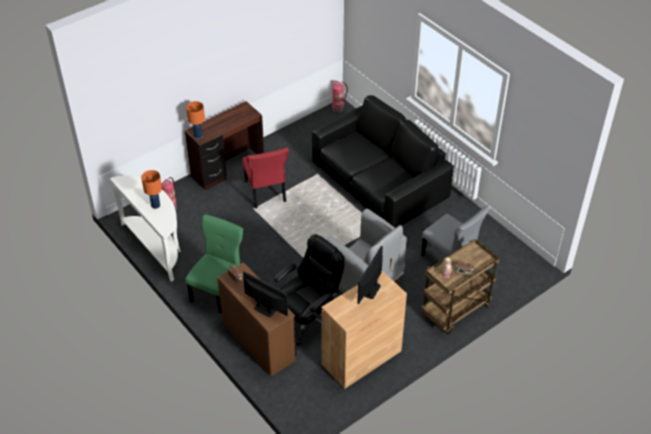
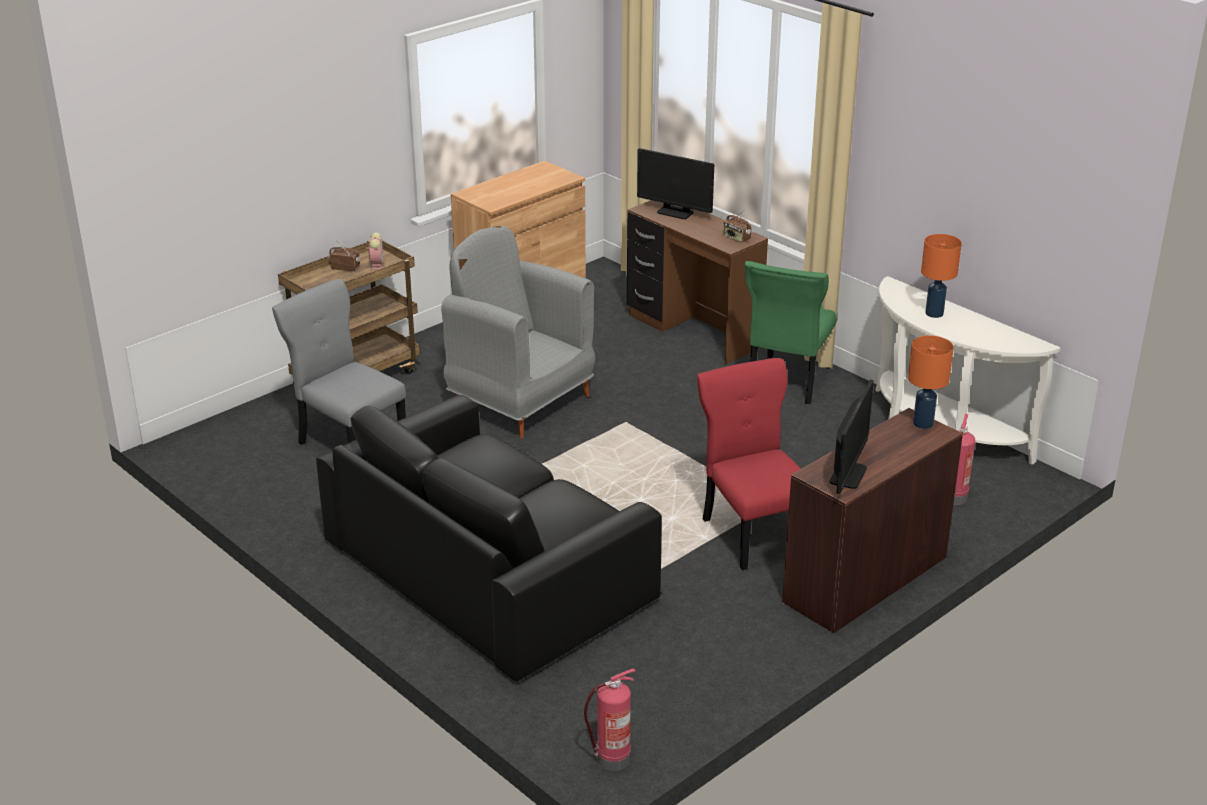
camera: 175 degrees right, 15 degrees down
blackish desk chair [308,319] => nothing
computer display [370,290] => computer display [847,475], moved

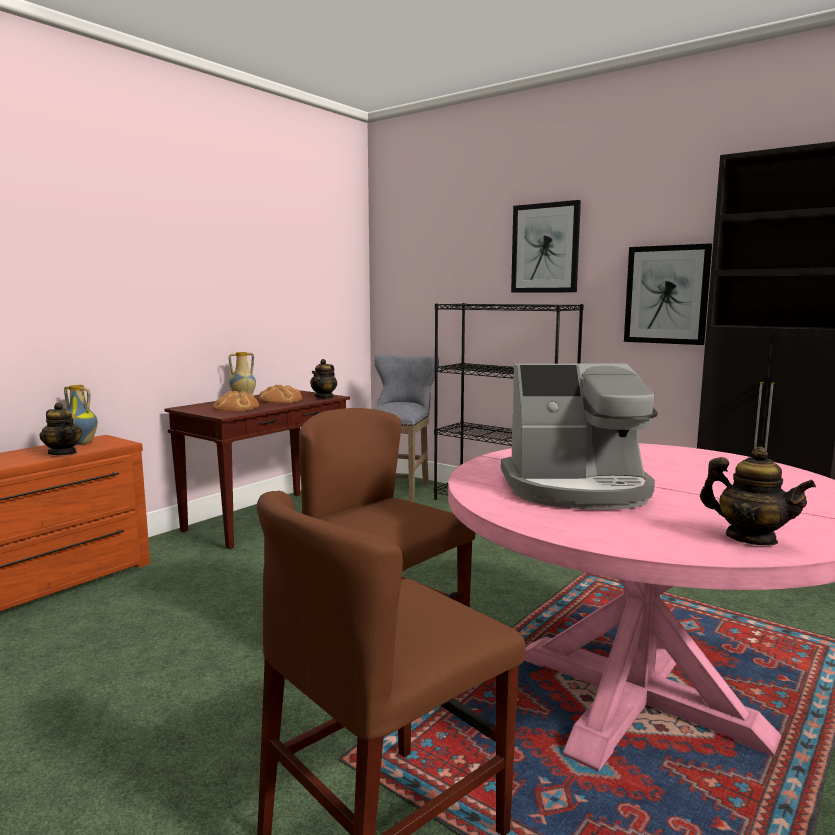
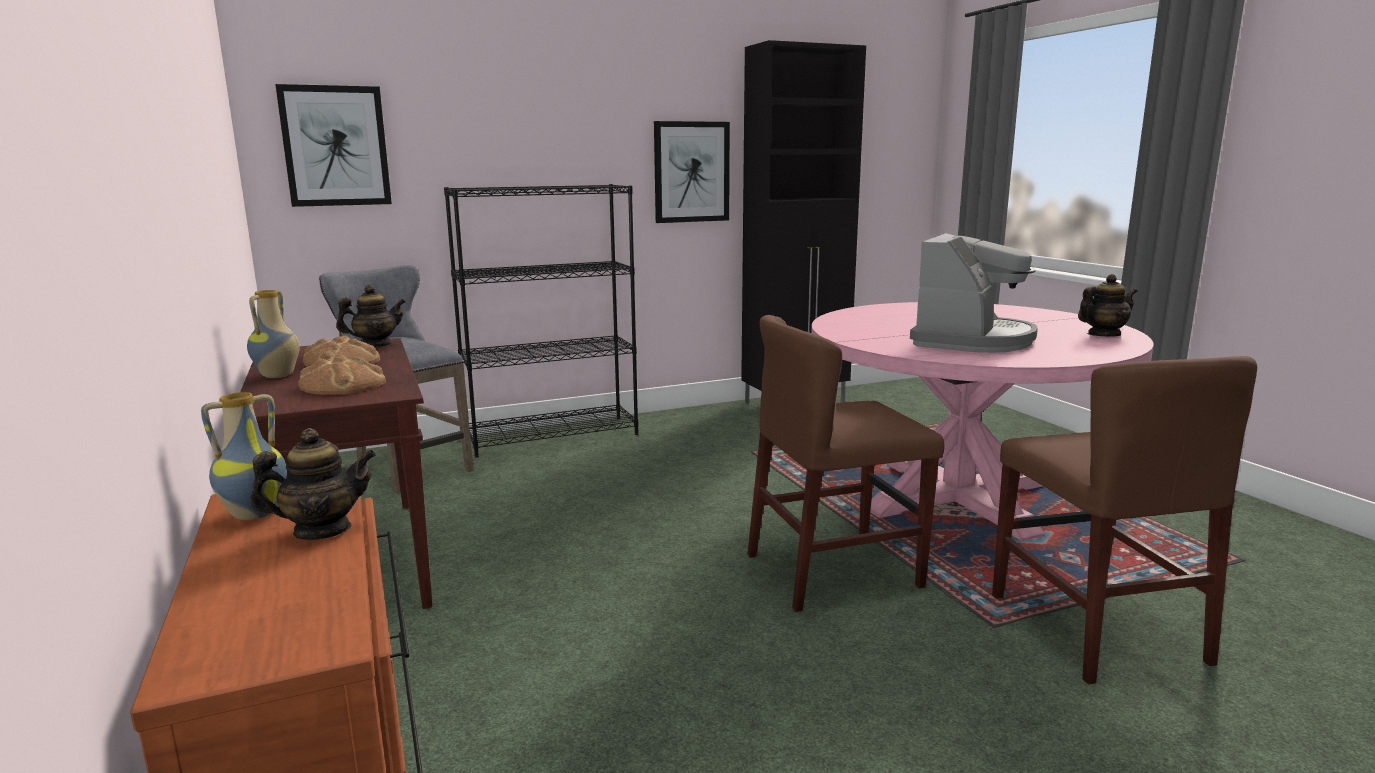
camera: 60 degrees left, 5 degrees up
wall art [545,248] => wall art [335,146], moved
tea pot [324,397] => tea pot [375,345], 75 degrees counterclockwise

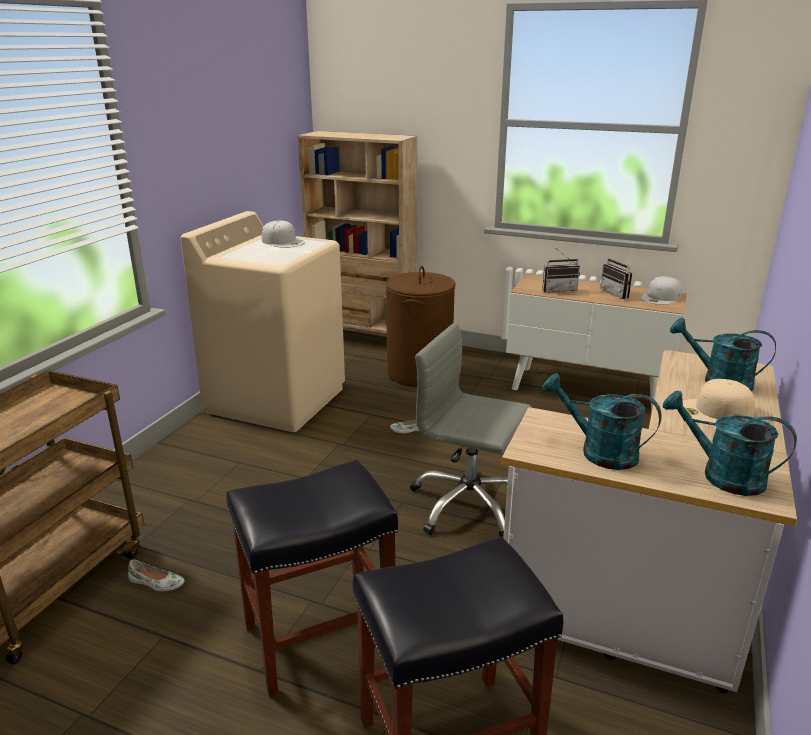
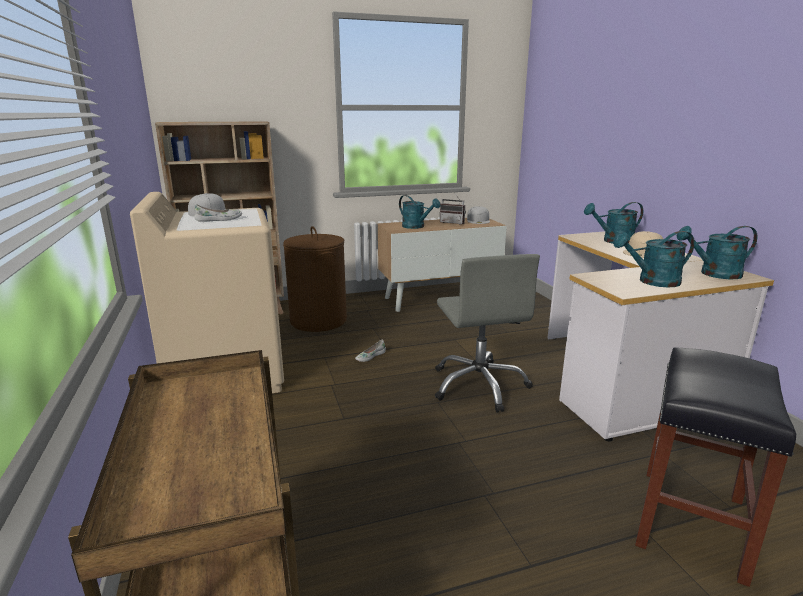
camera: 40 degrees left, 5 degrees down
blackish stool seat [317,639] => nothing
white shoe [156,583] => white shoe [219,219], moved
radio receiver [558,289] => turquoise sprinkling can [416,227]
gray desk chair [468,505] => gray desk chair [479,385], 90 degrees counterclockwise

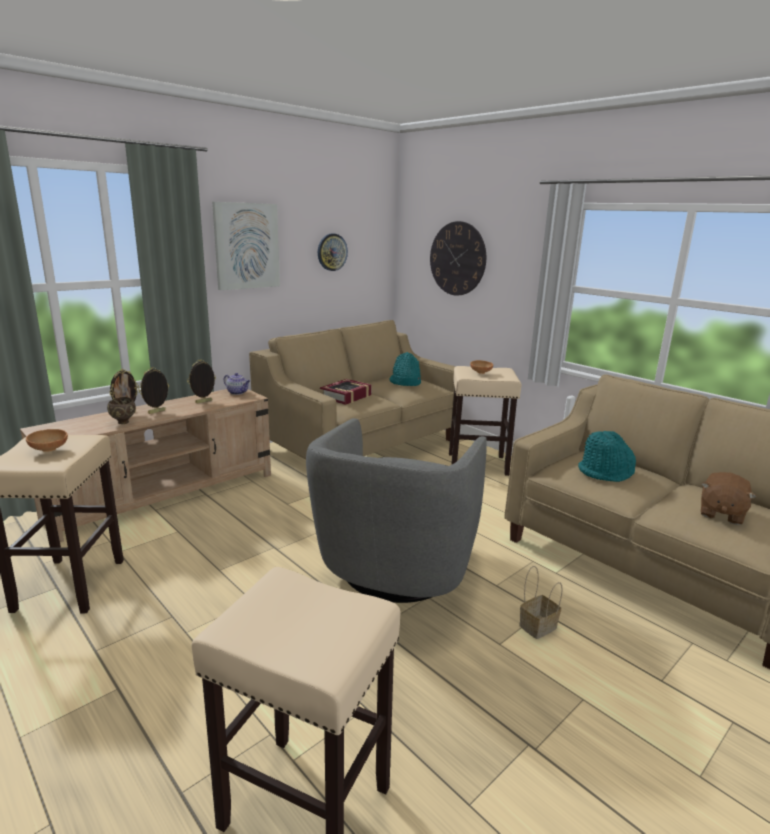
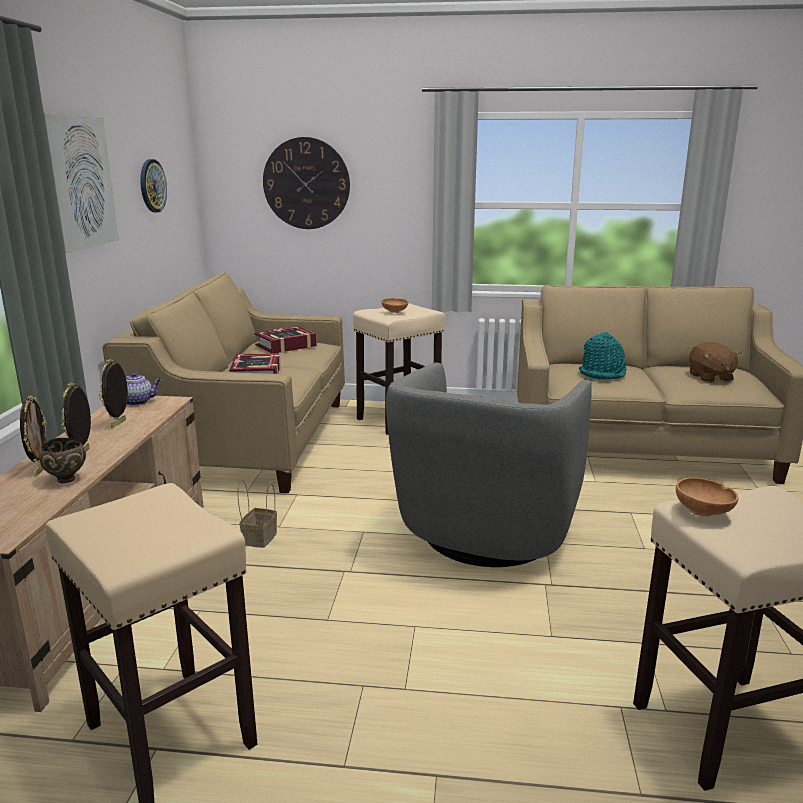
camera: 40 degrees left, 0 degrees up
brown-coloured deep dish [49,450] => brown-coloured deep dish [704,513], moved
storage basket [538,626] => storage basket [259,537], moved
turquoise wearable hat [405,382] => bound book [286,346]
gray easy chair [396,569] => gray easy chair [486,534], 45 degrees clockwise

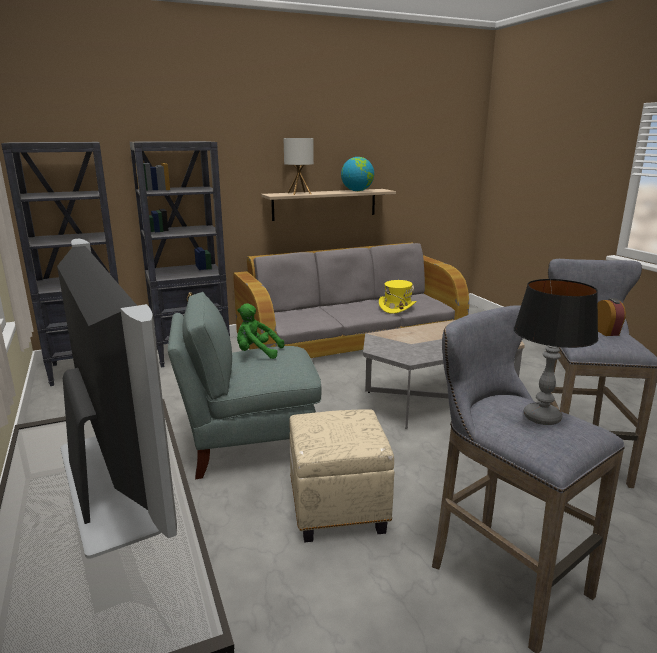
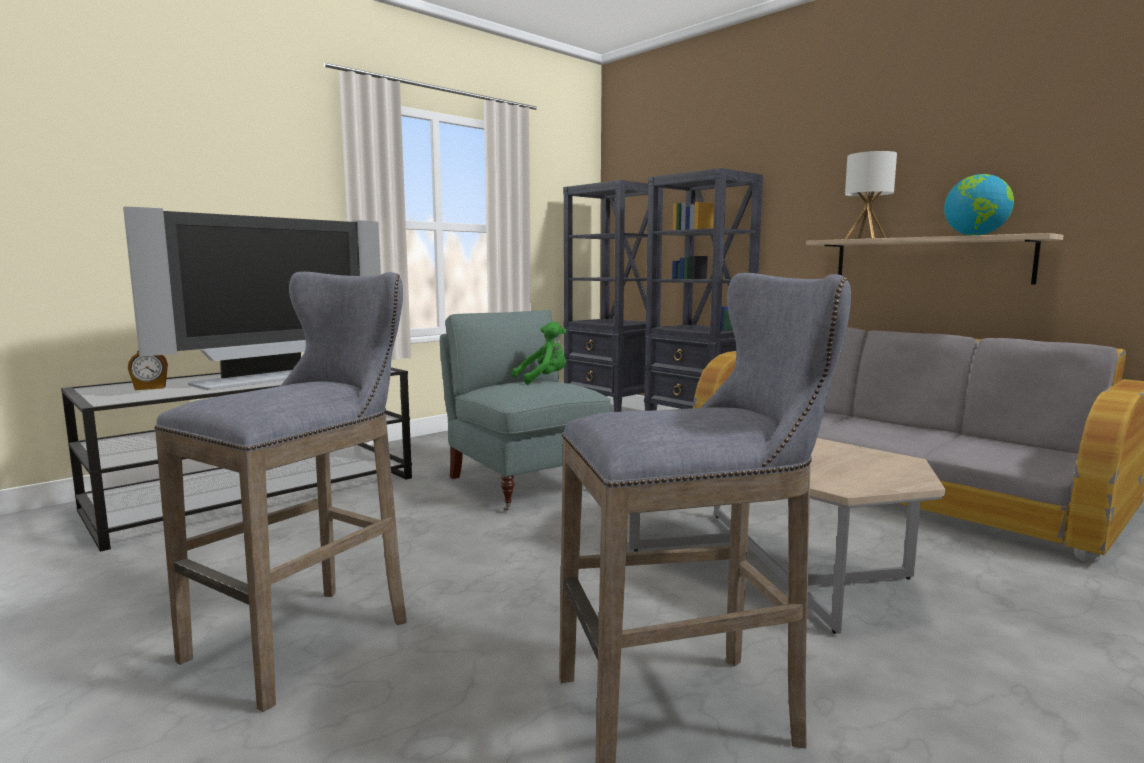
camera: 70 degrees right, 10 degrees down
beige footrest [337,508] => nothing
yellow wearable hat [397,307] => nothing
lamp for a table [542,417] => nothing
alarm clock [606,332] => alarm clock [150,388], moved
greenish cuddly toy [257,352] => greenish cuddly toy [543,380], 75 degrees clockwise

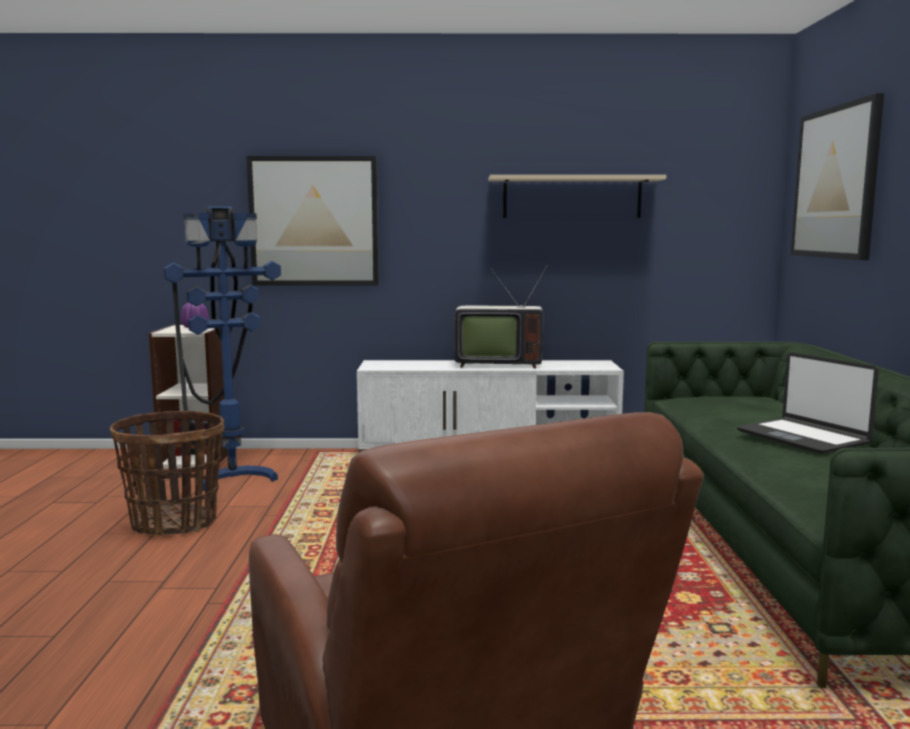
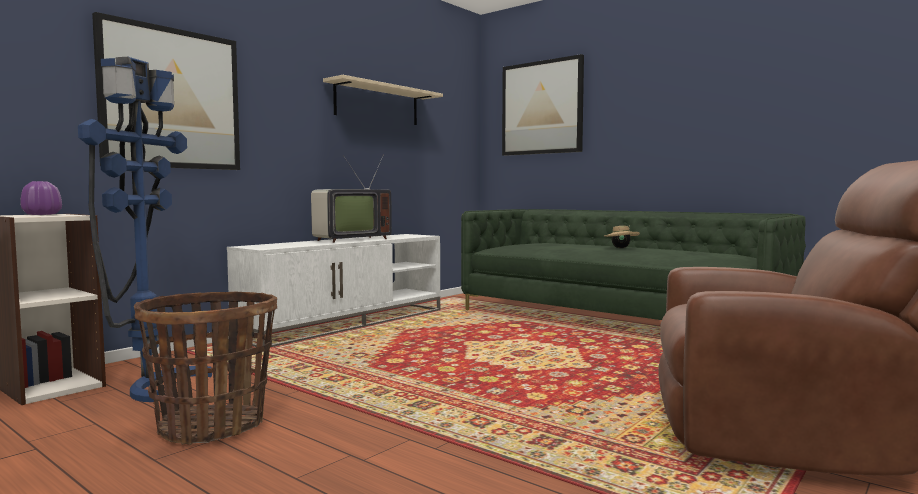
camera: 50 degrees left, 5 degrees down
notebook computer [803,437] => beige wearable hat [621,248]

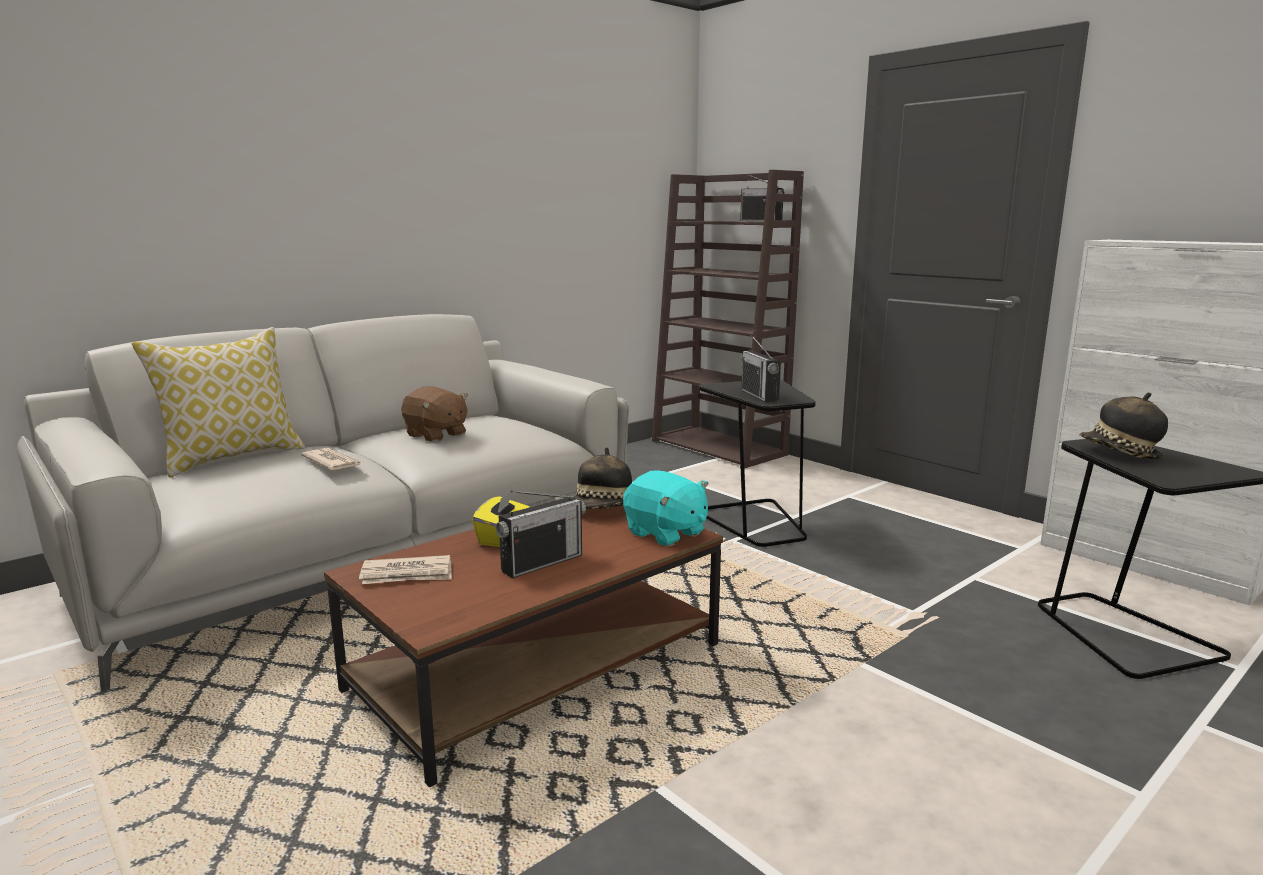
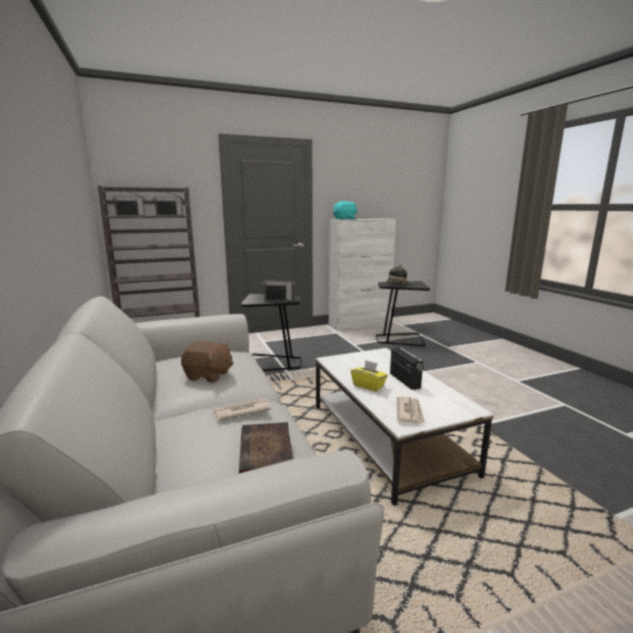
camera: 70 degrees left, 0 degrees up
pillow [232,457] => nothing
wearable hat [604,509] => nothing
nothing => radio receiver [130,215]
nothing => bound book [267,455]
turquoise cuddly toy [665,533] => turquoise cuddly toy [345,219], moved
brown-coloured low table [539,666] => white low table [386,437]
brown-coloured cuddly toy [436,435] => brown-coloured cuddly toy [208,375], 45 degrees clockwise

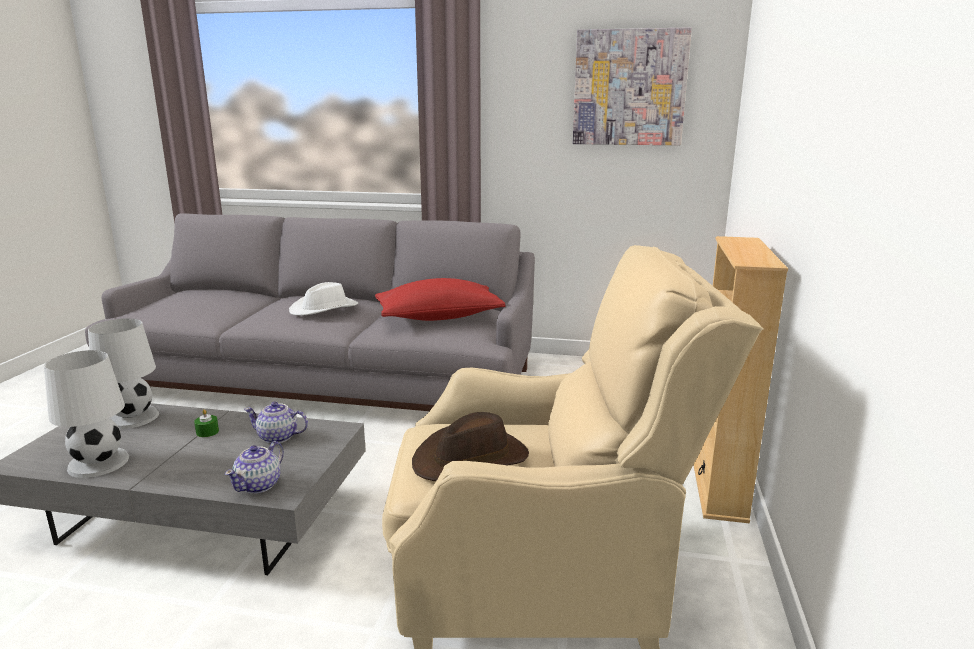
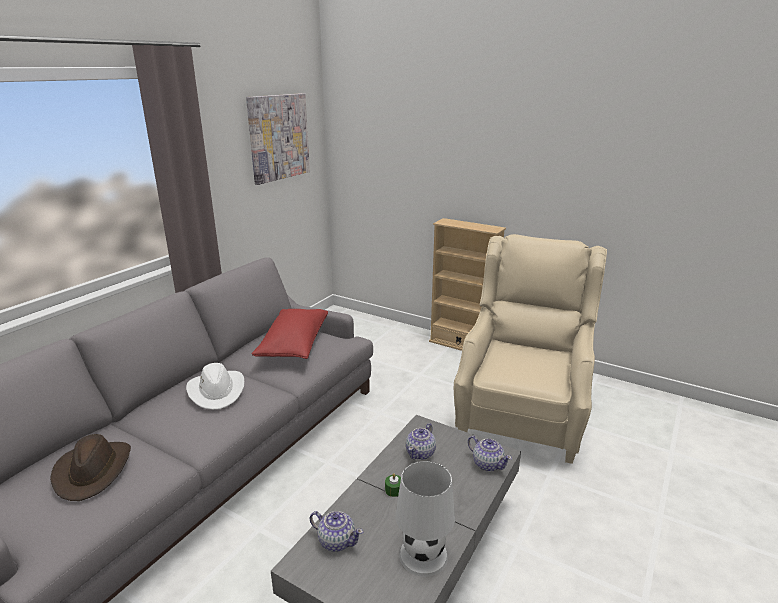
camera: 70 degrees left, 5 degrees up
brown-coloured wearable hat [471,459] => brown-coloured wearable hat [93,471], moved
white lamp for a table [133,417] => tea pot [336,541]

